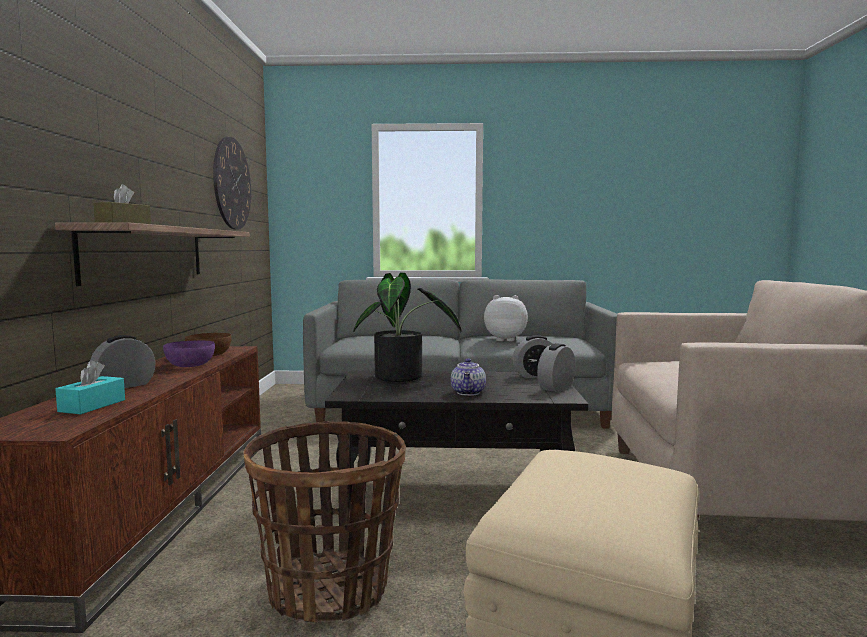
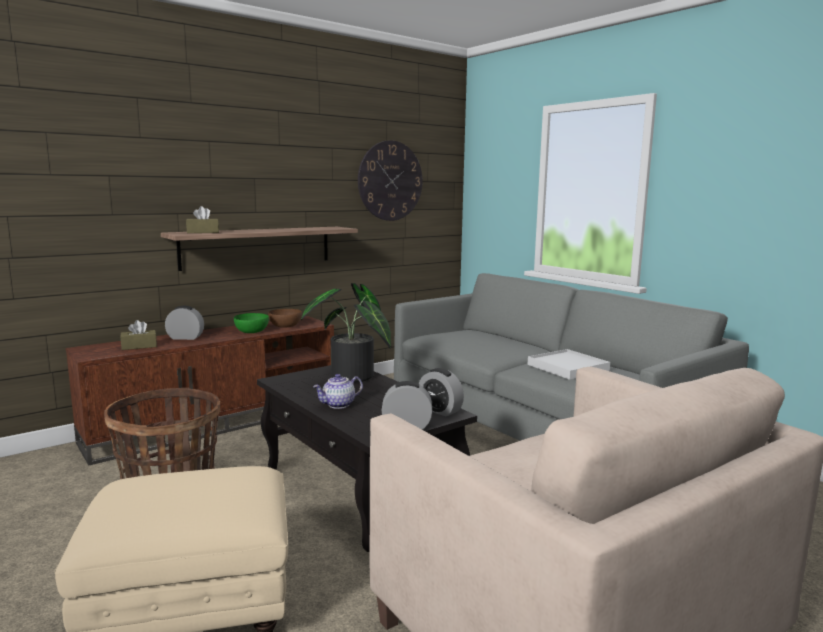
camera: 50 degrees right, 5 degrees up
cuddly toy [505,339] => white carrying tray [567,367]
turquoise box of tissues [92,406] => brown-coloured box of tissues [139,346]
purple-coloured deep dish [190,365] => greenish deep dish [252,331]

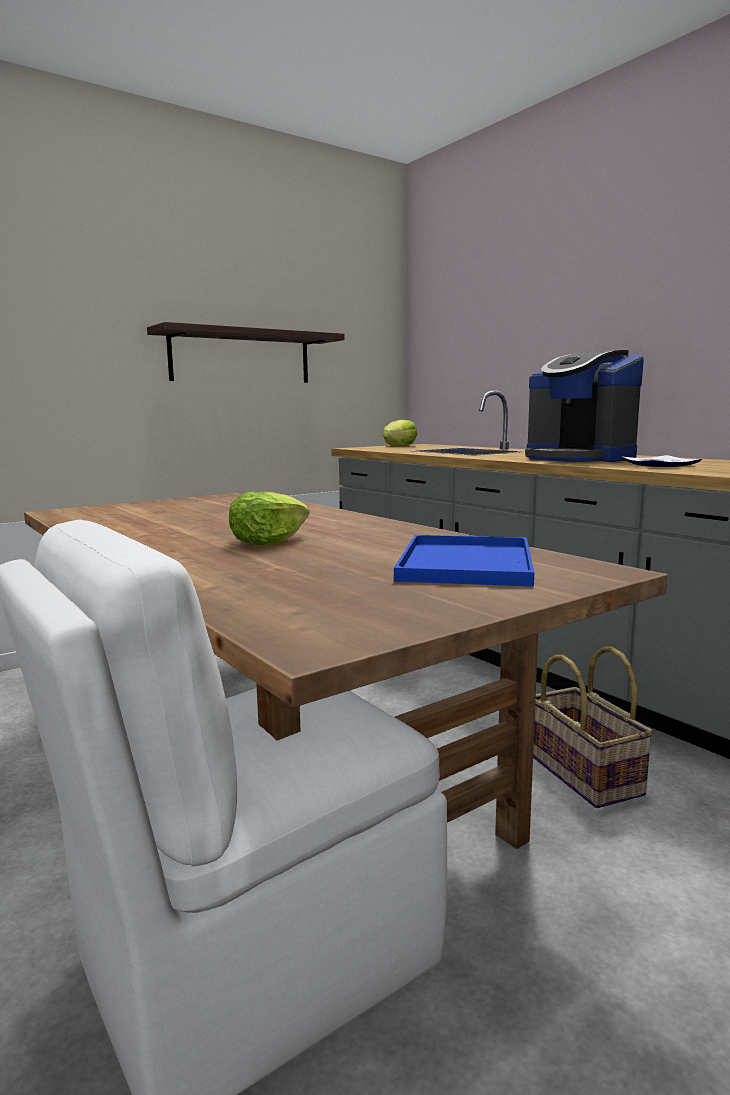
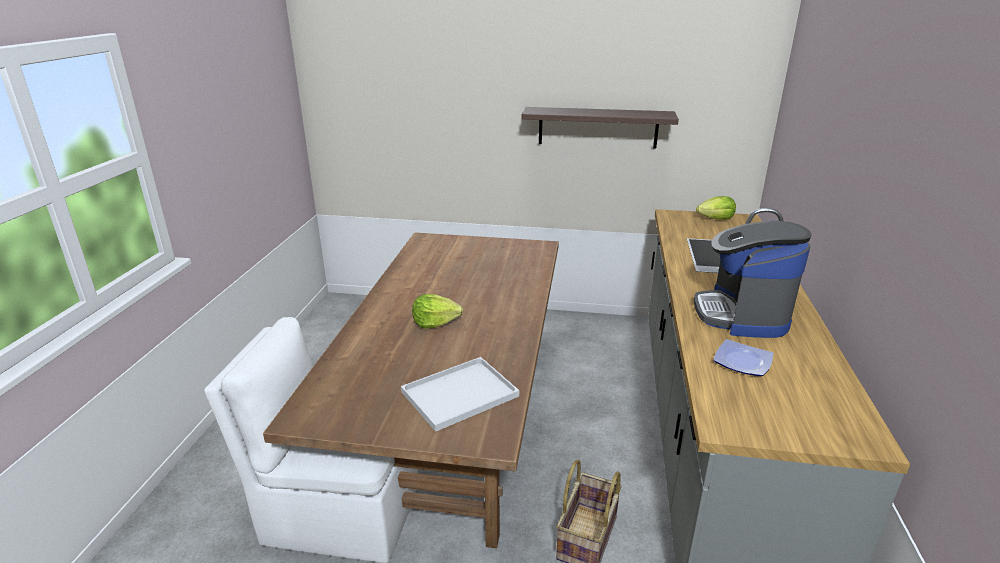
camera: 45 degrees right, 15 degrees up
blue carrying tray [468,564] => white carrying tray [458,395]

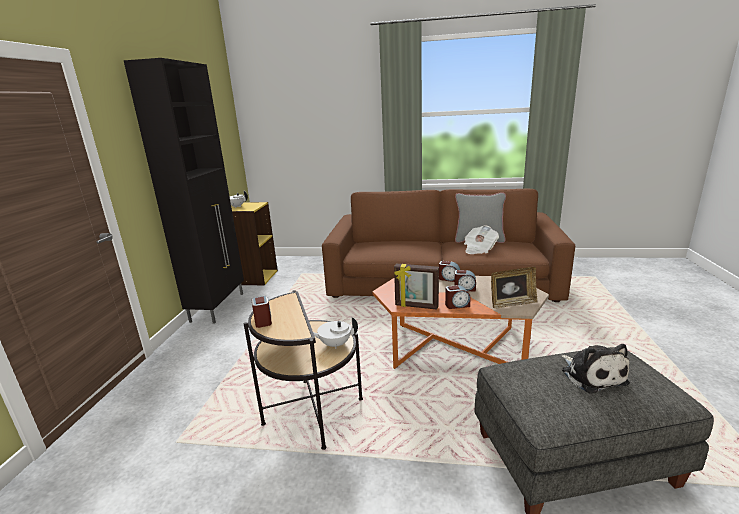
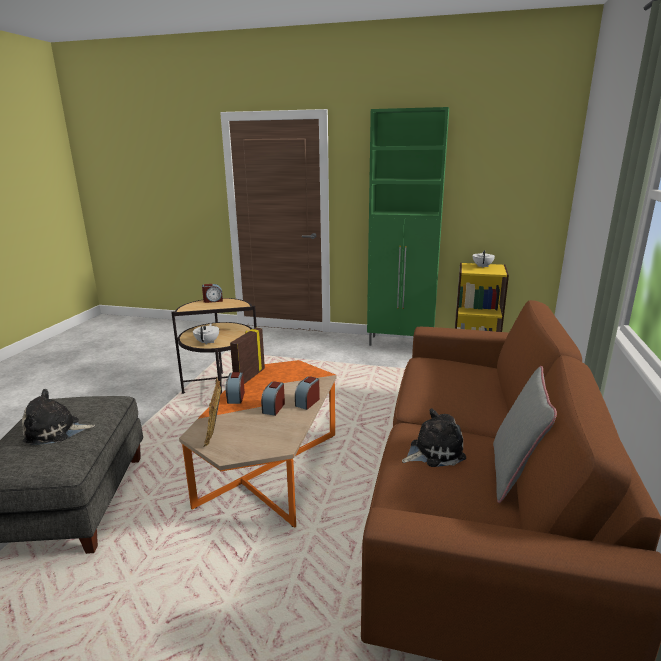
camera: 95 degrees right, 0 degrees up
printed paper [479,249] => cuddly toy [433,452]
blackish storage cabinet [218,307] => greenish storage cabinet [401,343]

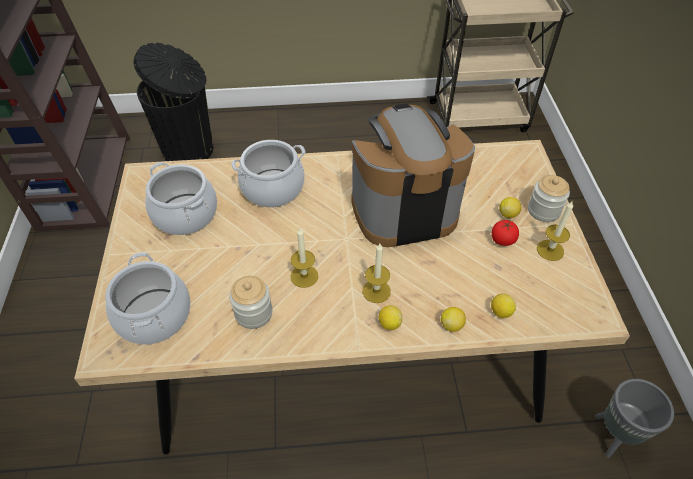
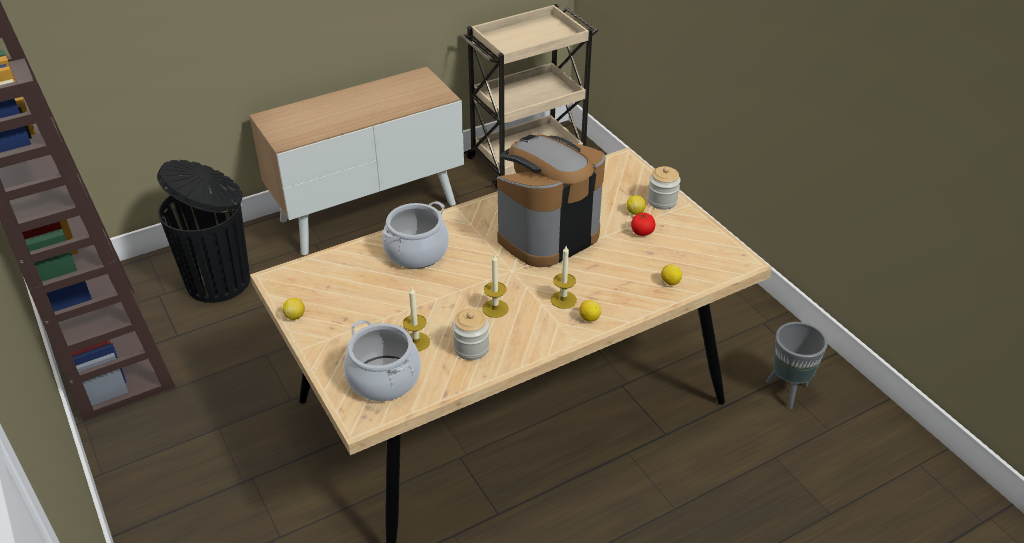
camera: 25 degrees left, 10 degrees down
stockpot [185,214] => nothing
nothing => storage cabinet [369,210]
whole lemon [451,325] => whole lemon [295,316], moved
wax light [550,250] => wax light [416,342], moved

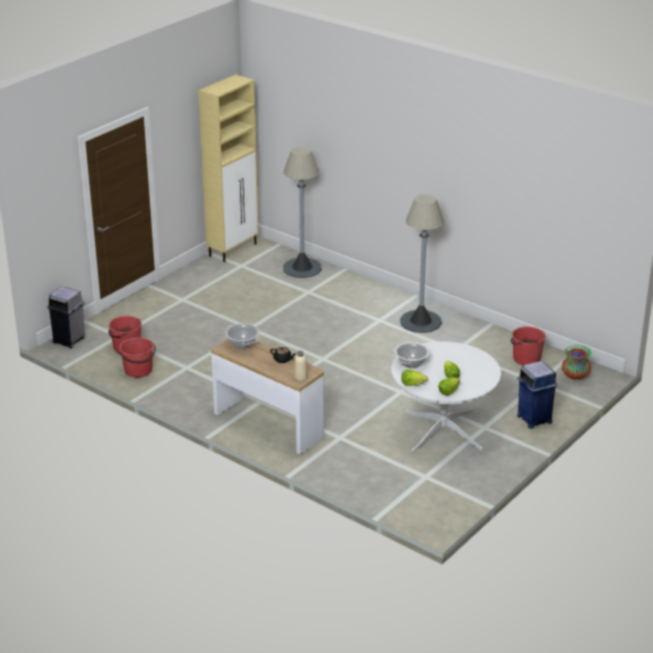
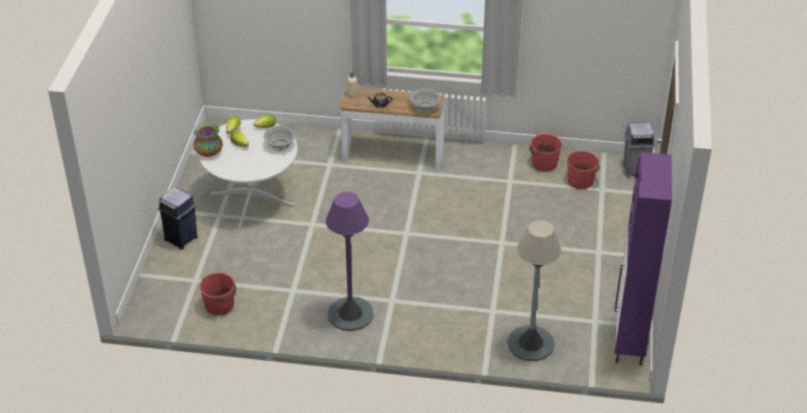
camera: 150 degrees right, 10 degrees up
flower vase [575,375] => flower vase [209,152], moved
beige storage cabinet [233,250] => purple-coloured storage cabinet [628,342]
gray standing lamp [420,322] => purple-coloured standing lamp [350,314]

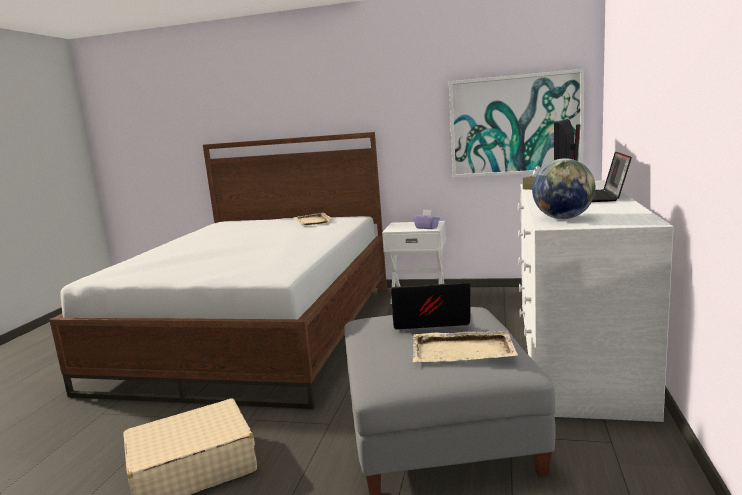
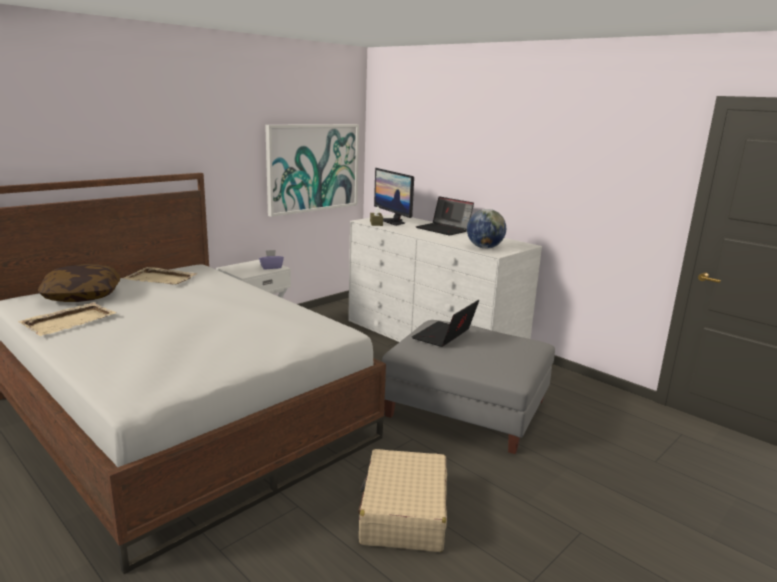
camera: 60 degrees left, 5 degrees up
nothing => pillow [82,295]
beige carrying tray [463,350] => beige carrying tray [70,321], moved

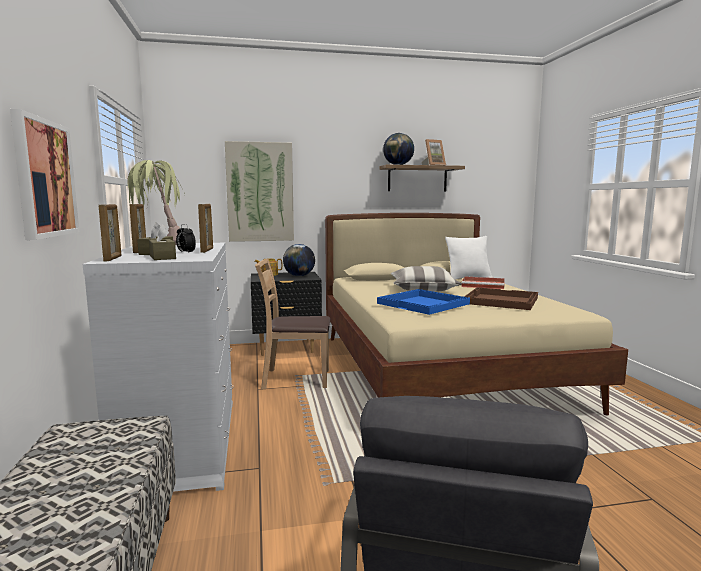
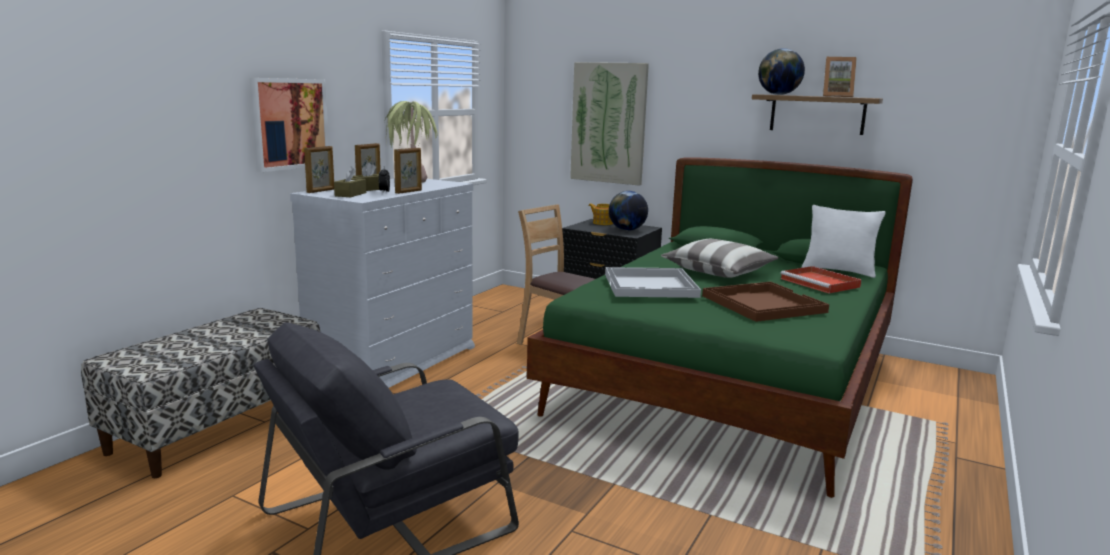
camera: 40 degrees right, 5 degrees up
beige bedroom bed [440,370] => greenish bedroom bed [729,384]
blue carrying tray [424,303] => white carrying tray [651,285]

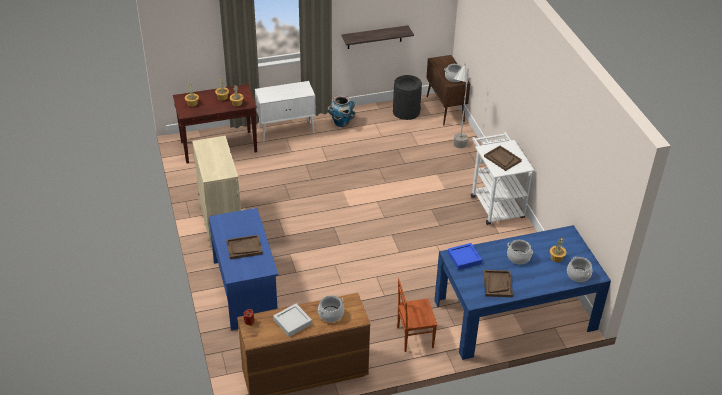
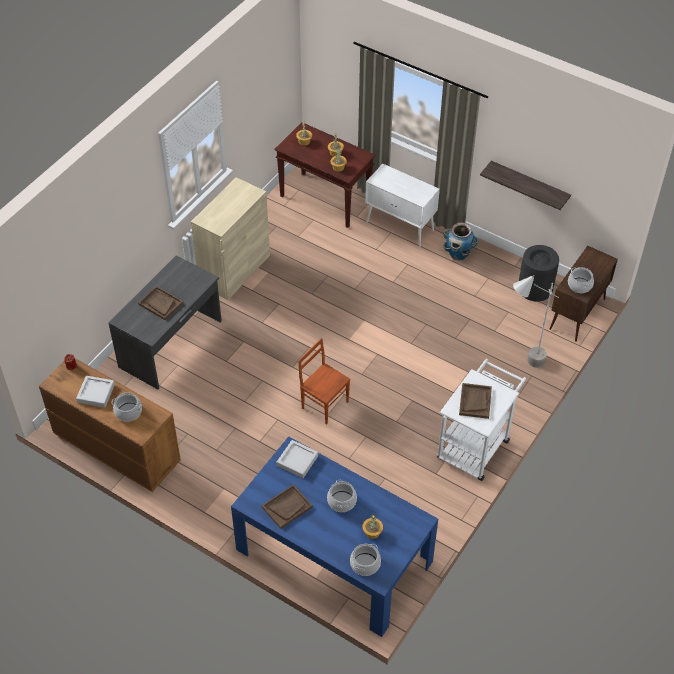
camera: 50 degrees right, 10 degrees up
brown-coloured upright chair [414,337] => brown-coloured upright chair [325,404], moved
blue desk [246,290] => gray desk [171,344]
blue carrying tray [464,258] => gray carrying tray [297,461]

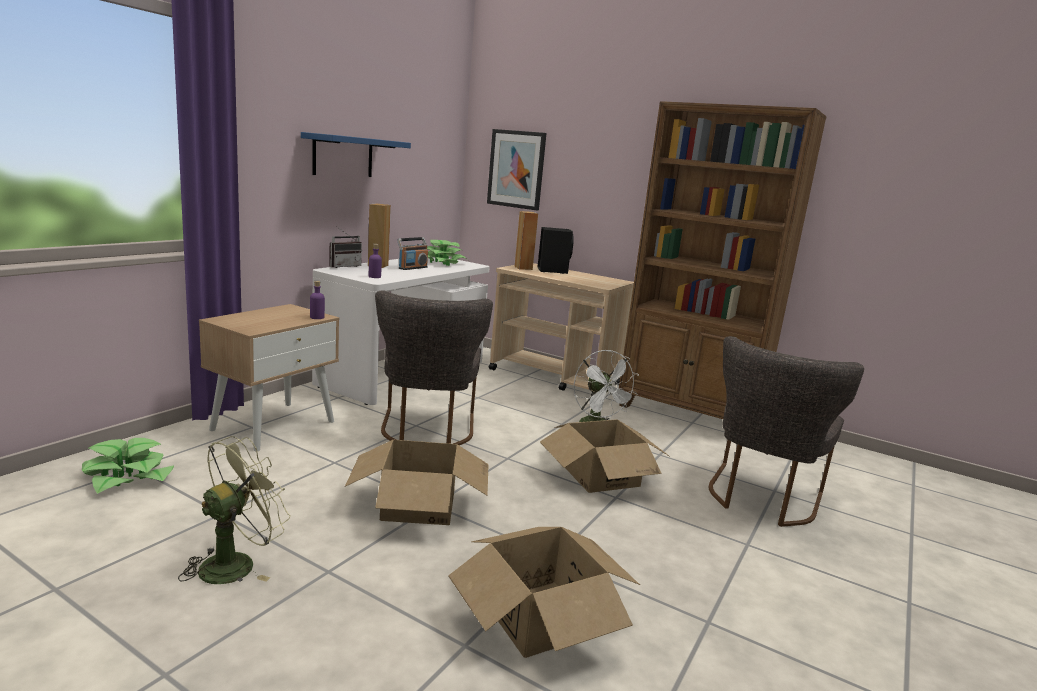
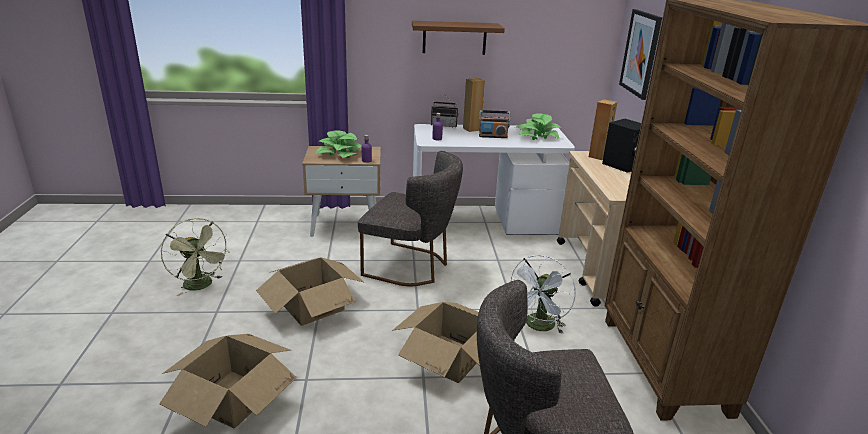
camera: 55 degrees right, 10 degrees up
potted plant [128,477] => potted plant [340,153], moved
blue wall shelf [343,156] => brown-coloured wall shelf [454,38]
greenish electric fan [236,563] => greenish electric fan [201,286], 45 degrees clockwise
gray upright chair [427,431] => gray upright chair [411,267], 120 degrees counterclockwise

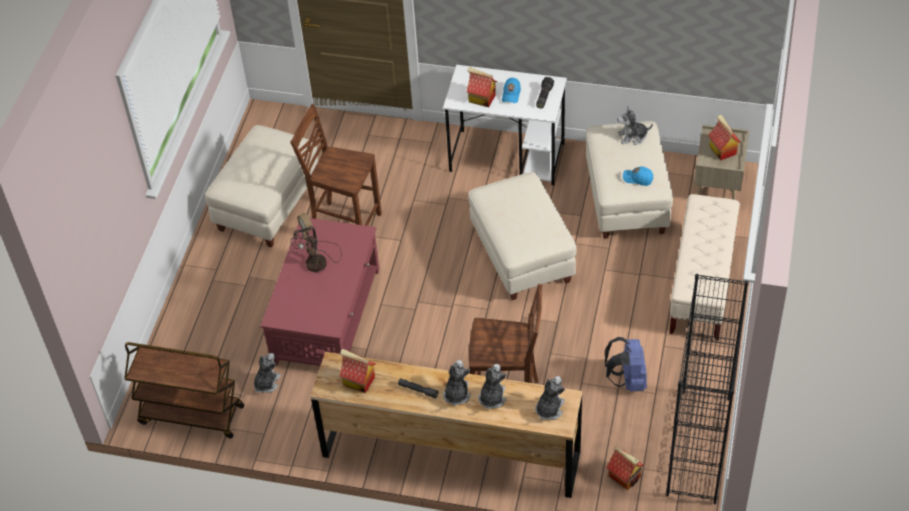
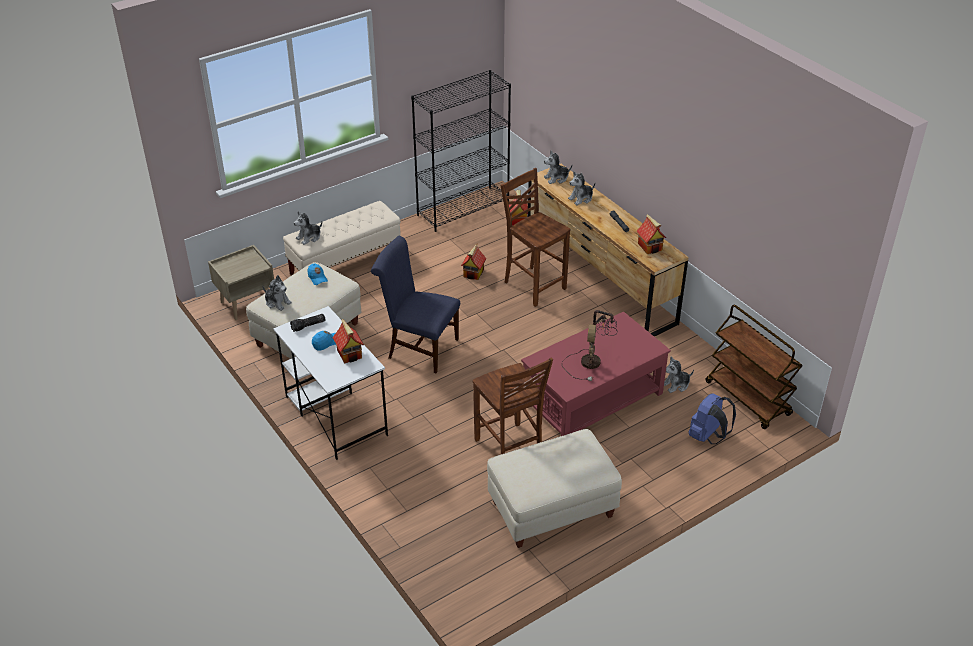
camera: 140 degrees left, 10 degrees down
cuddly toy [456,394] => cuddly toy [309,237], moved
blue knapsack [627,380] => blue knapsack [708,437], moved
model house [722,150] => model house [474,273], moved
beige footrest [523,255] => blue upright chair [419,348]

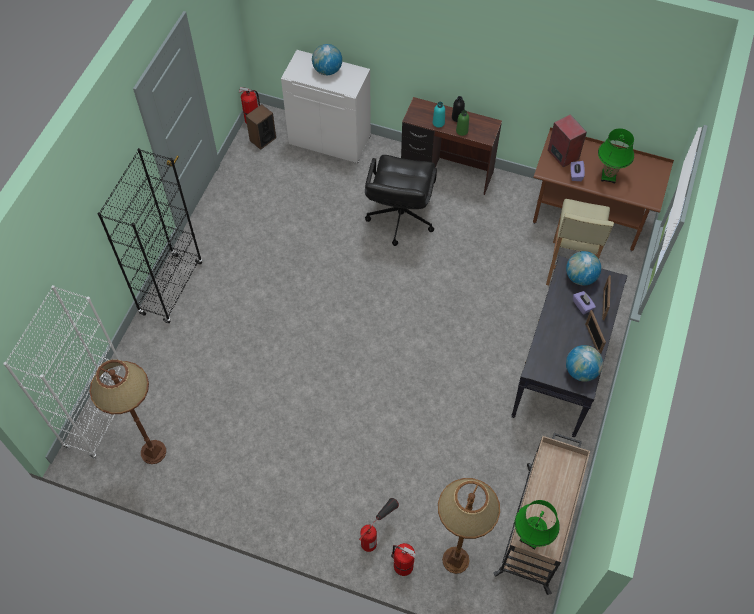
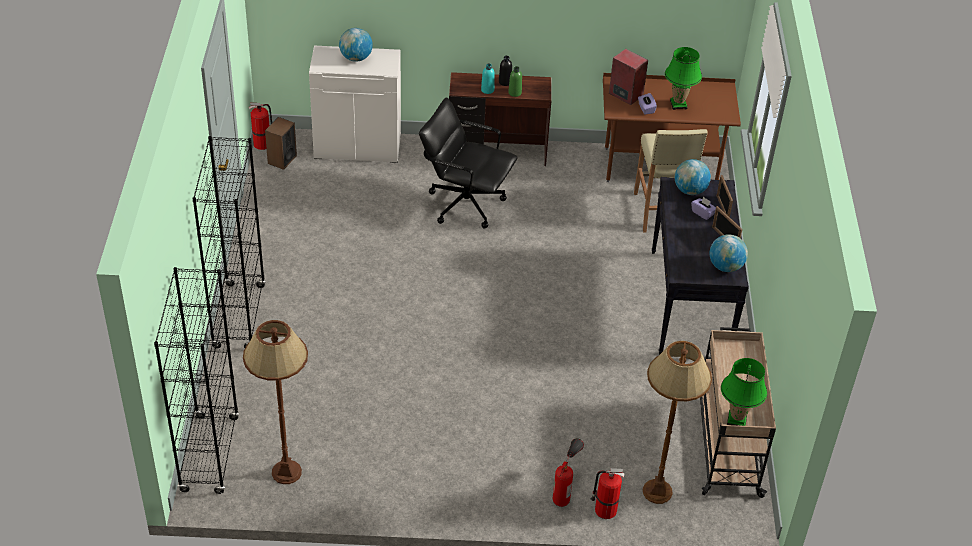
camera: 20 degrees left, 15 degrees down
white shelving unit [100,417] => blackish shelving unit [209,454]
blackish desk chair [400,218] => blackish desk chair [465,203], 120 degrees clockwise

